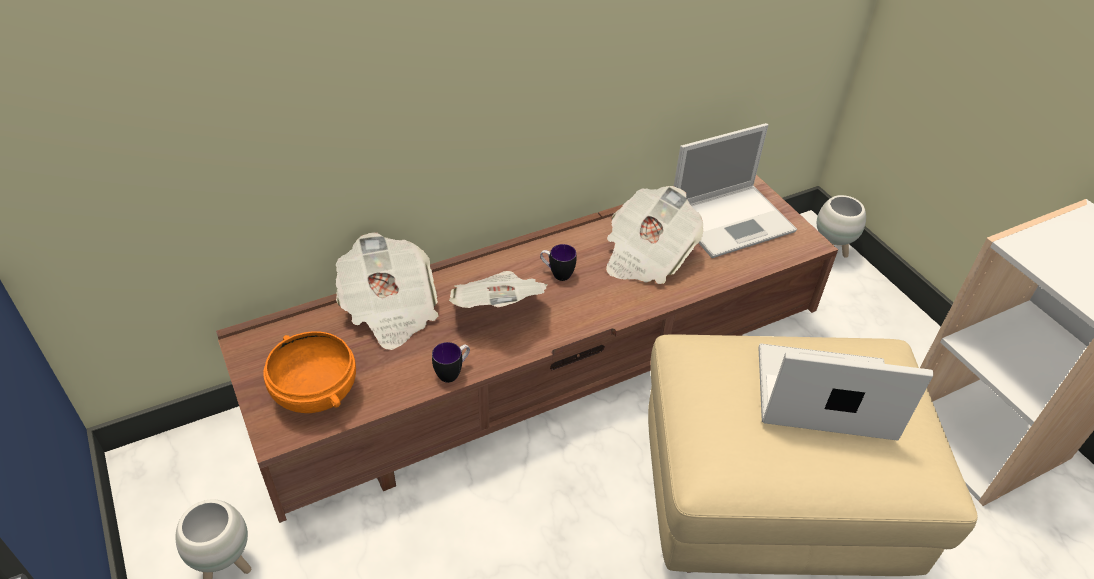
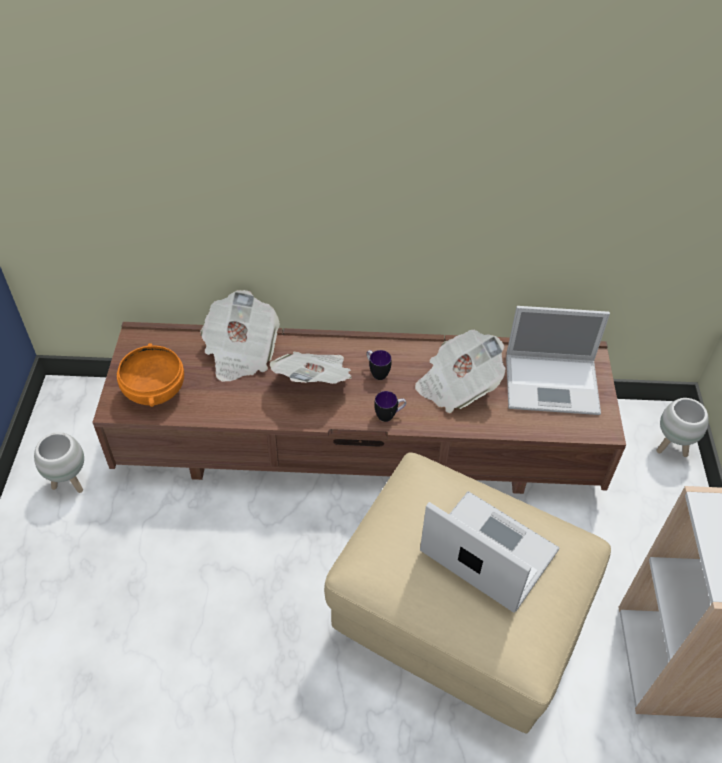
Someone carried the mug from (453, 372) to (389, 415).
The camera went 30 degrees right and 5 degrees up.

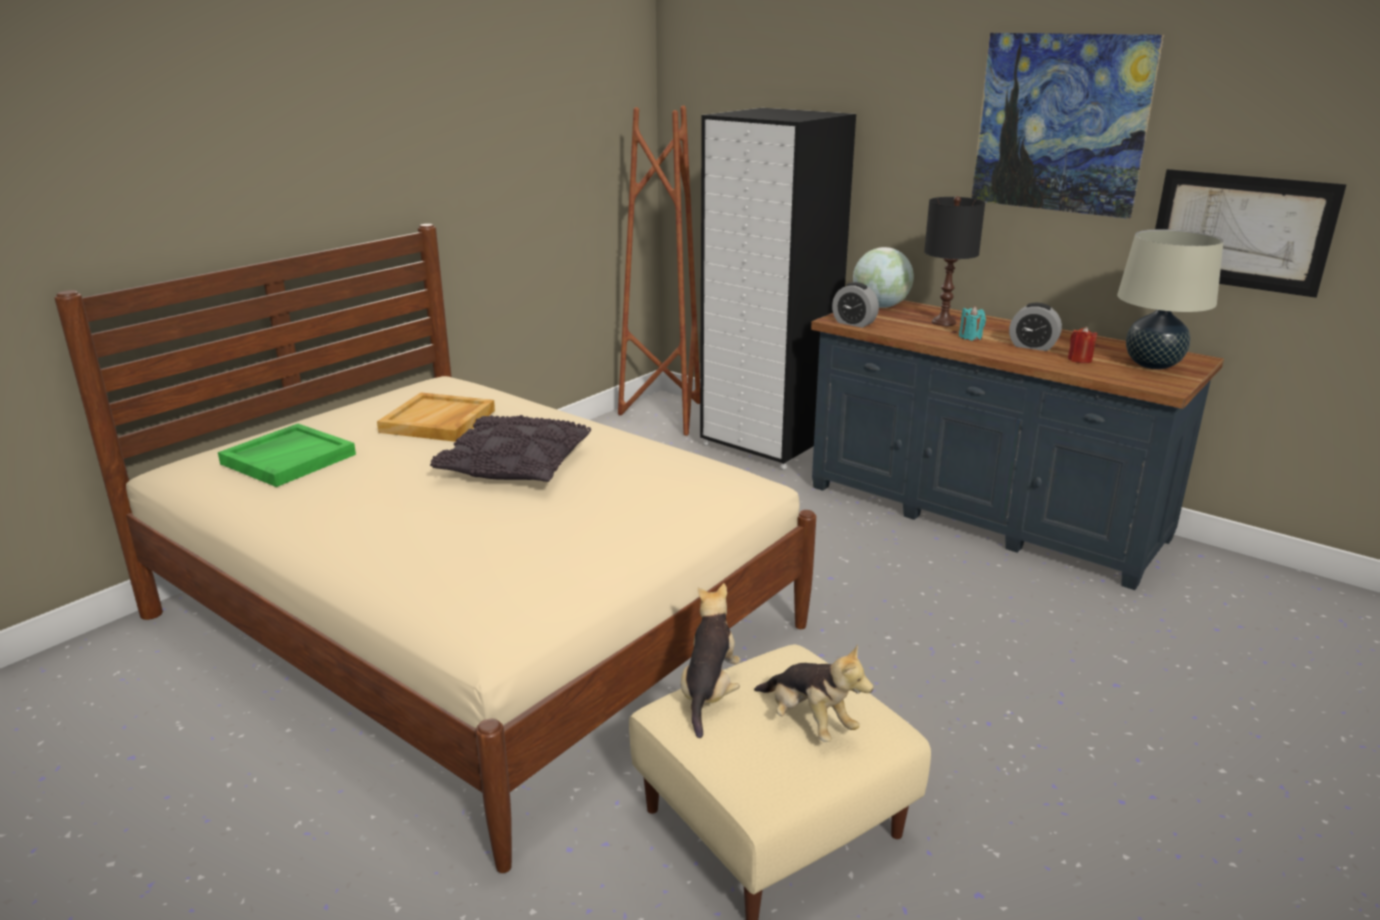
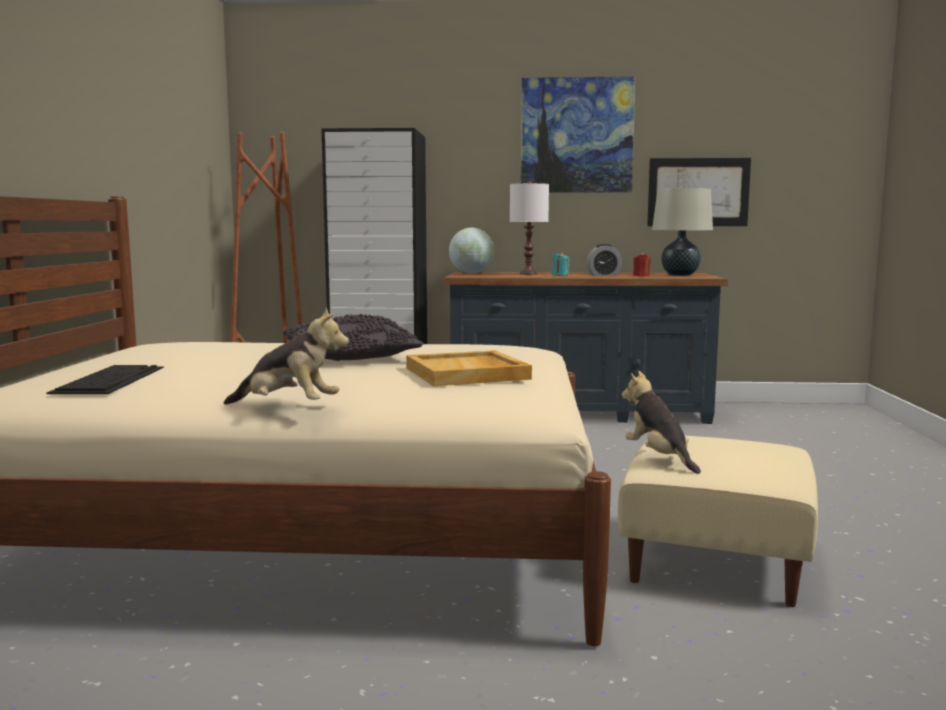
Someone repainted the table lamp (black) at (943, 322), which became the table lamp (white) at (528, 274).
Someone took away the alarm clock at (854, 323).
Someone carried the tray (beige) from (438, 421) to (468, 373).
Someone swapped the tray (green) at (289, 458) for the keyboard at (110, 379).
Someone carried the plush toy from (808, 722) to (288, 407).
The camera went 35 degrees left and 15 degrees down.

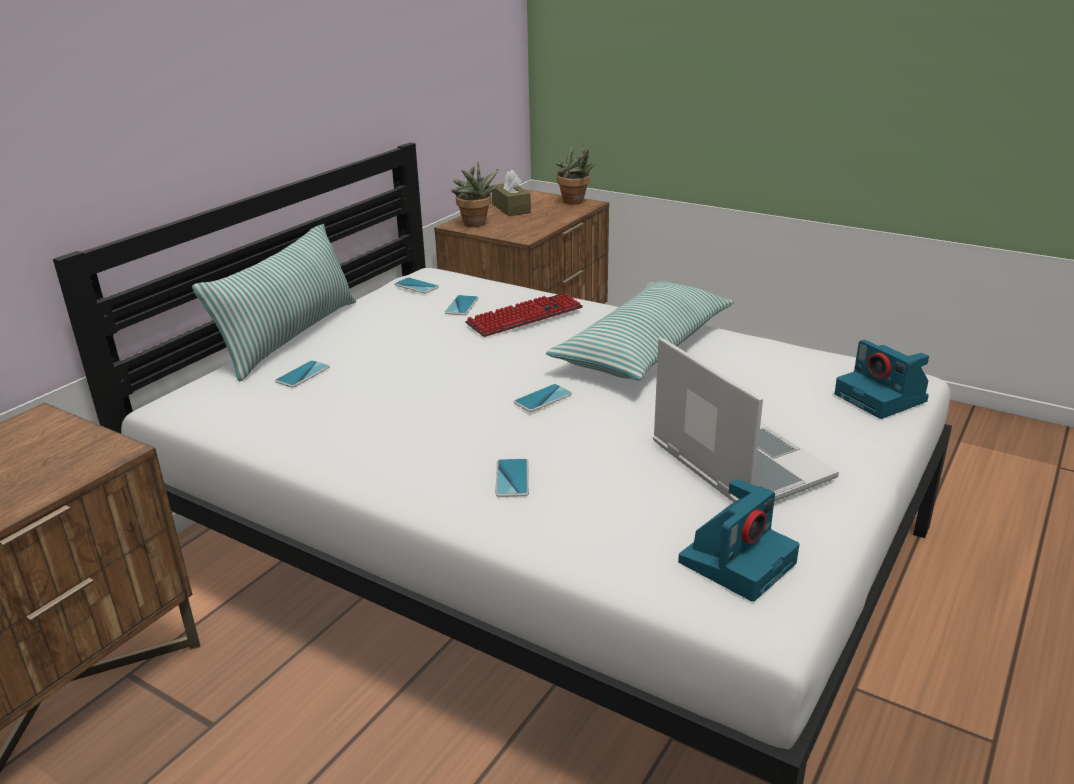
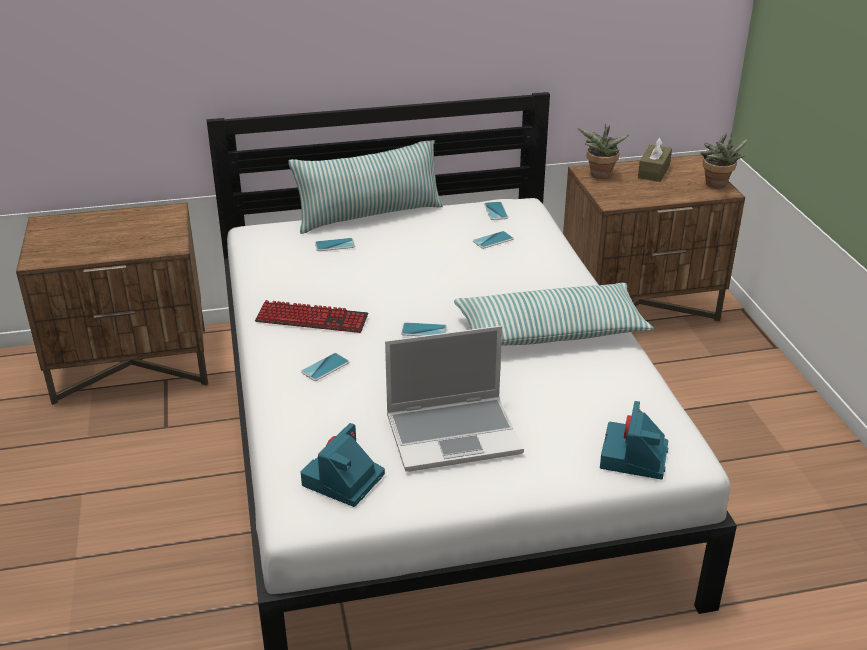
Someone carried the keyboard from (525, 317) to (312, 319).
Someone rotated the laptop at (737, 461) by 60 degrees clockwise.
Someone rotated the photo camera at (737, 561) by 120 degrees clockwise.
The camera went 45 degrees right and 5 degrees up.

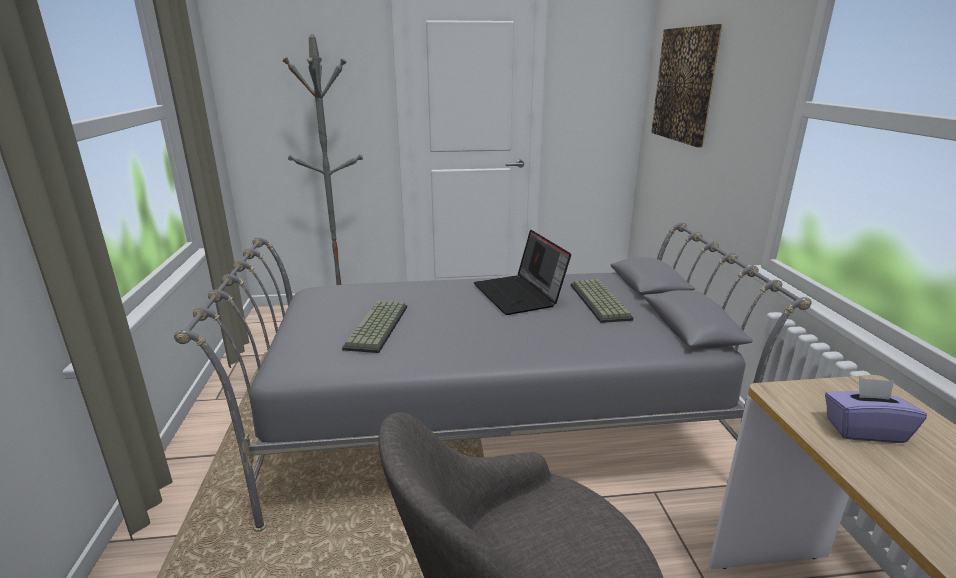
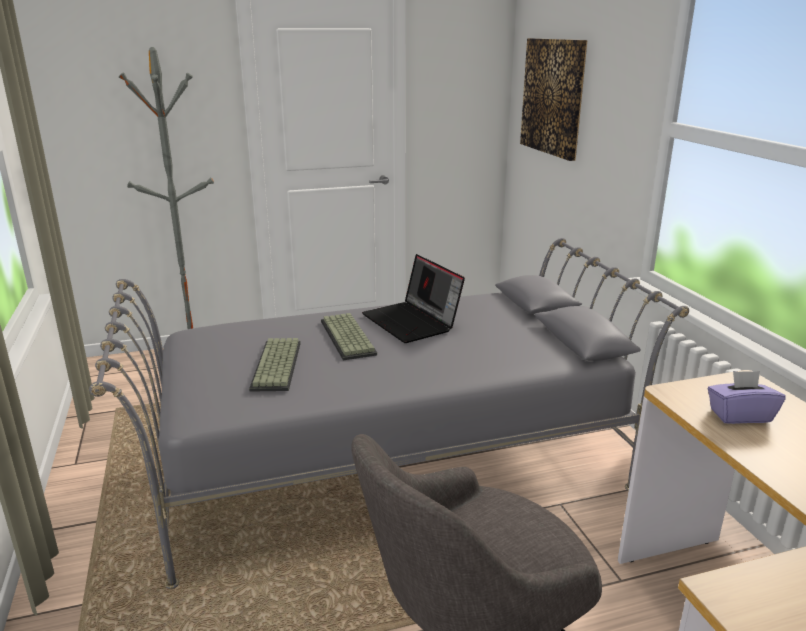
Someone carried the keyboard from (601, 302) to (349, 337).
The camera went 10 degrees left and 0 degrees up.

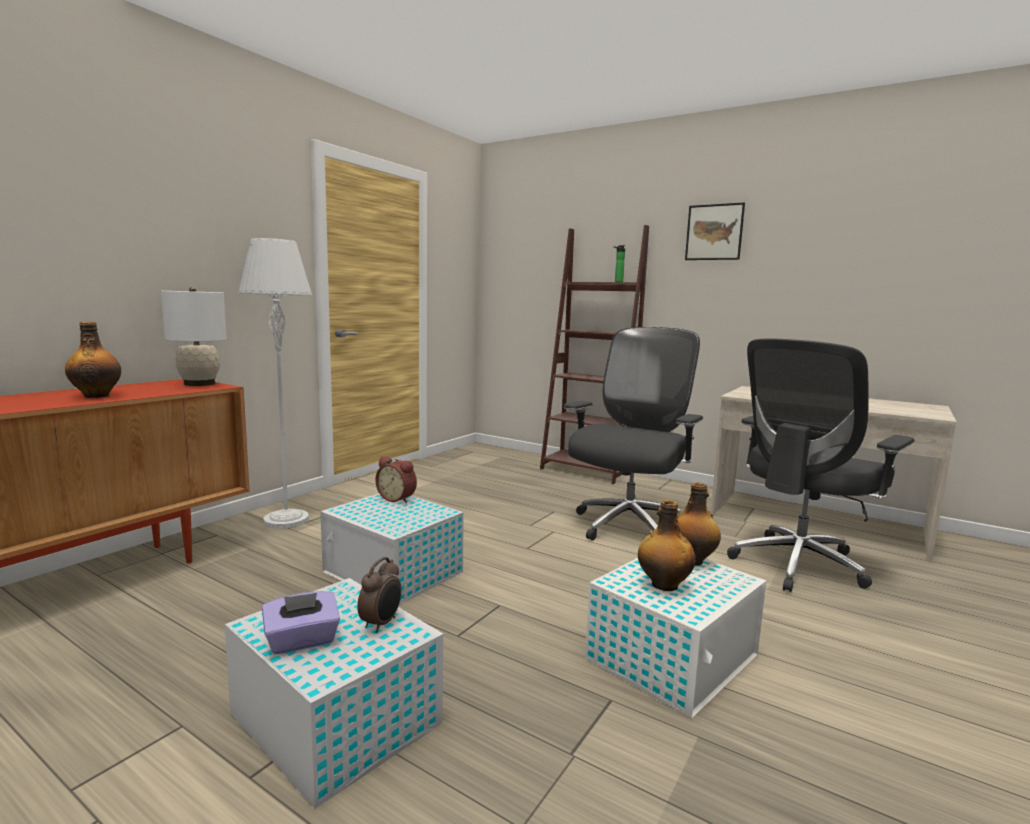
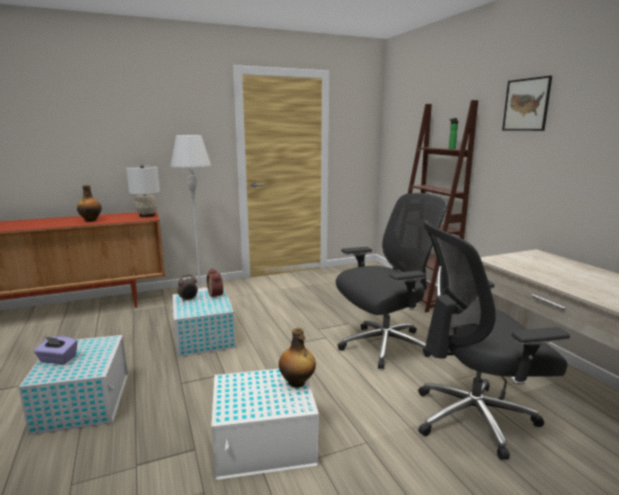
Someone took away the bottle at (663, 585).
Someone carried the alarm clock from (381, 623) to (188, 300).
The camera went 35 degrees right and 5 degrees up.

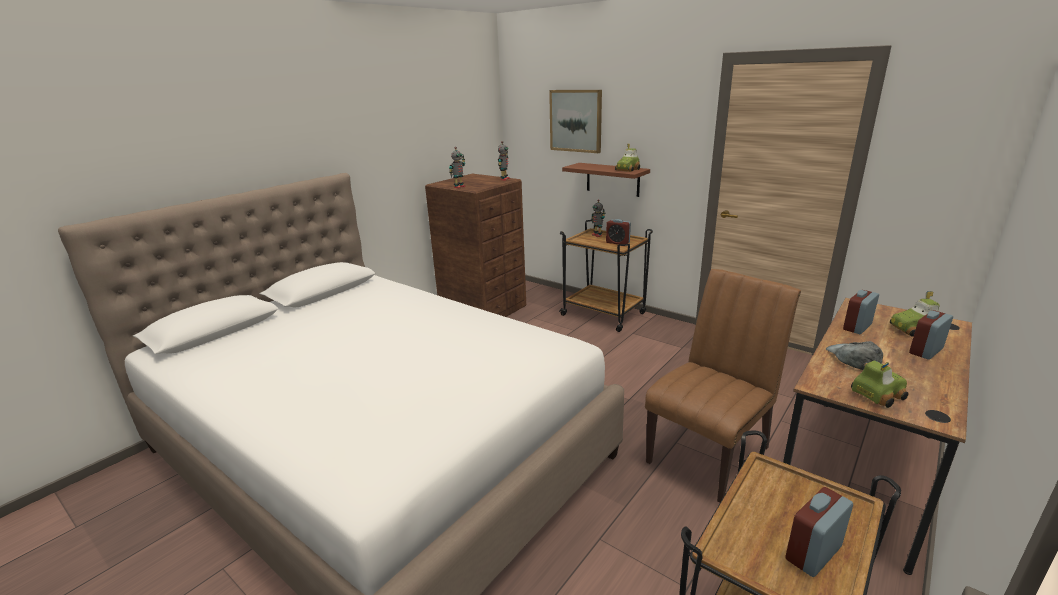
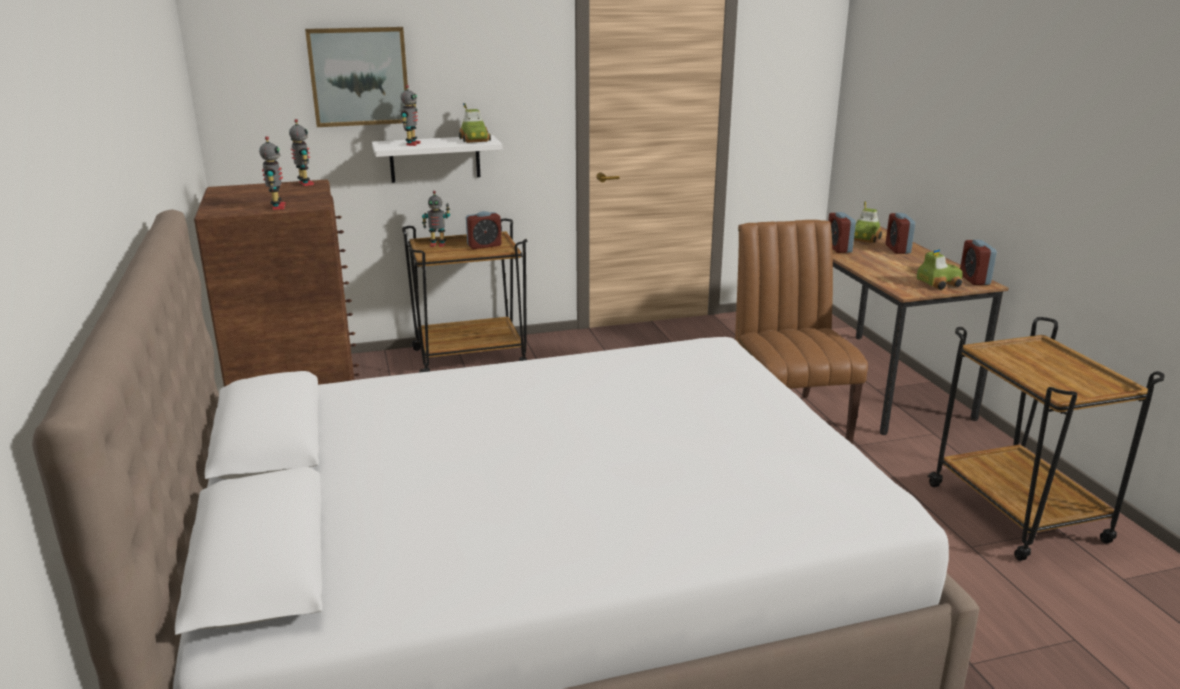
Someone repainted the shelf (brown) at (612, 179), which became the shelf (white) at (435, 159).
Someone took away the cap (grey) at (853, 358).
Someone rotated the toy car at (876, 395) by 60 degrees clockwise.
Someone carried the alarm clock from (813, 553) to (974, 279).
Someone put down the toy robot at (412, 144).
The camera went 55 degrees left and 0 degrees up.

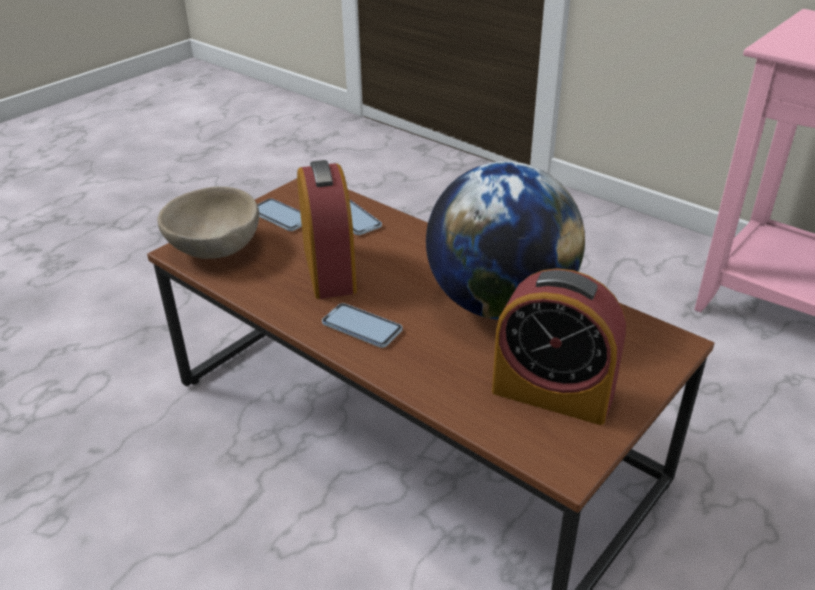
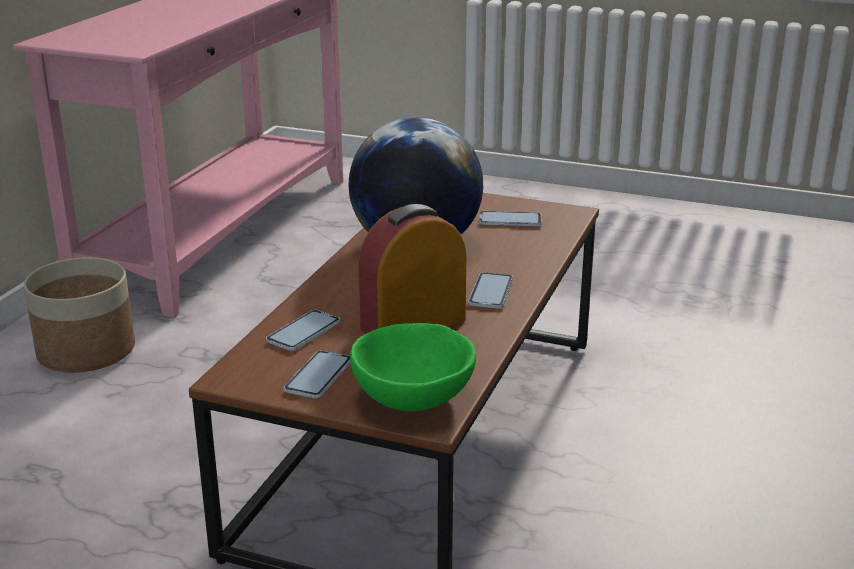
Someone repainted the bowl (beige) at (214, 248), which became the bowl (green) at (413, 399).
Someone swapped the alarm clock at (552, 393) for the phone at (510, 220).
Someone put down the planter at (86, 351).
The camera went 110 degrees left and 10 degrees down.

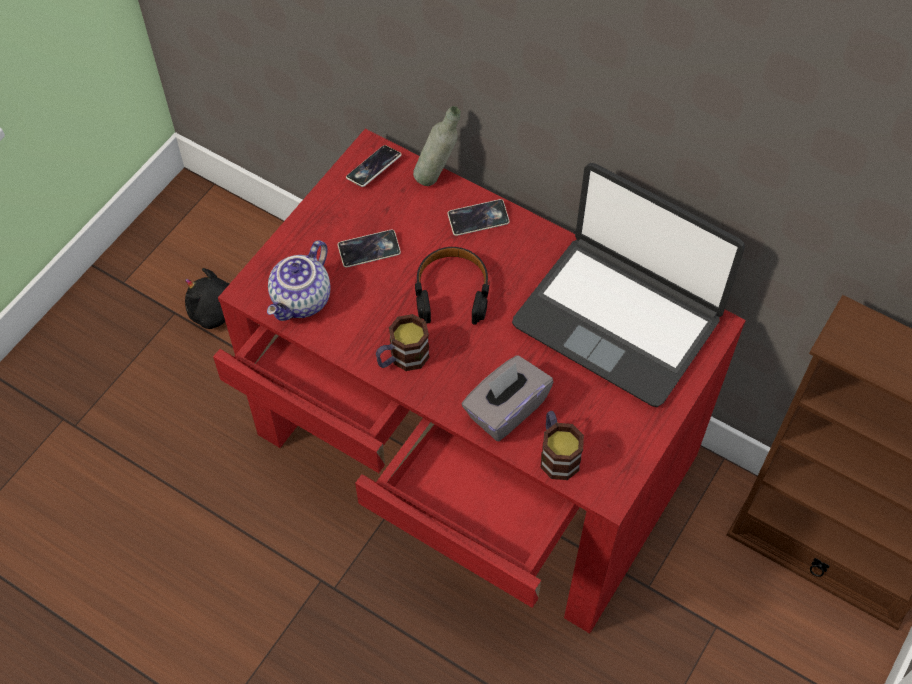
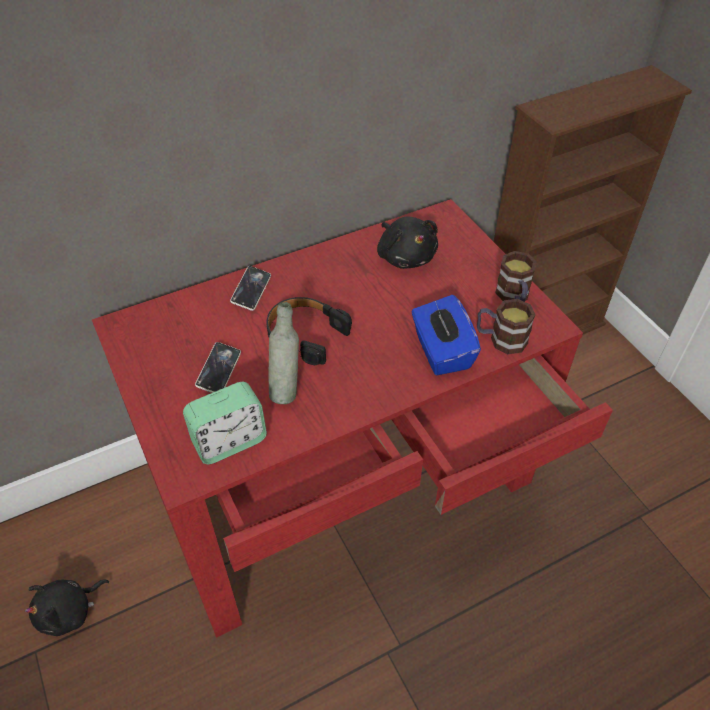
Someone carried the bottle (grey) from (437, 177) to (286, 389).
Someone took away the phone at (374, 168).
Someone swapped the laptop at (618, 320) for the plush toy (black) at (405, 256).
Someone swapped the teapot at (302, 301) for the alarm clock at (229, 441).
Someone carried the mug from (402, 358) to (514, 297).
Someone repainted the tissue box (grey) at (505, 409), which became the tissue box (blue) at (441, 351).
The camera went 60 degrees left and 10 degrees down.

